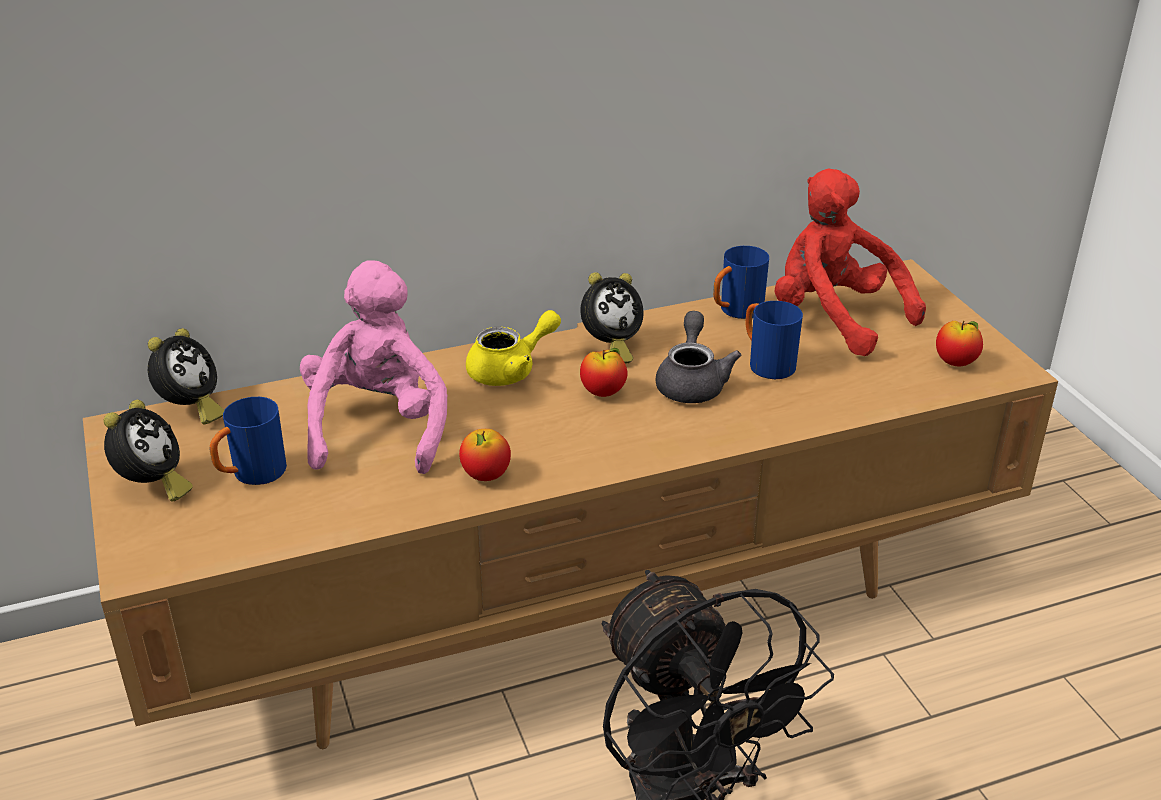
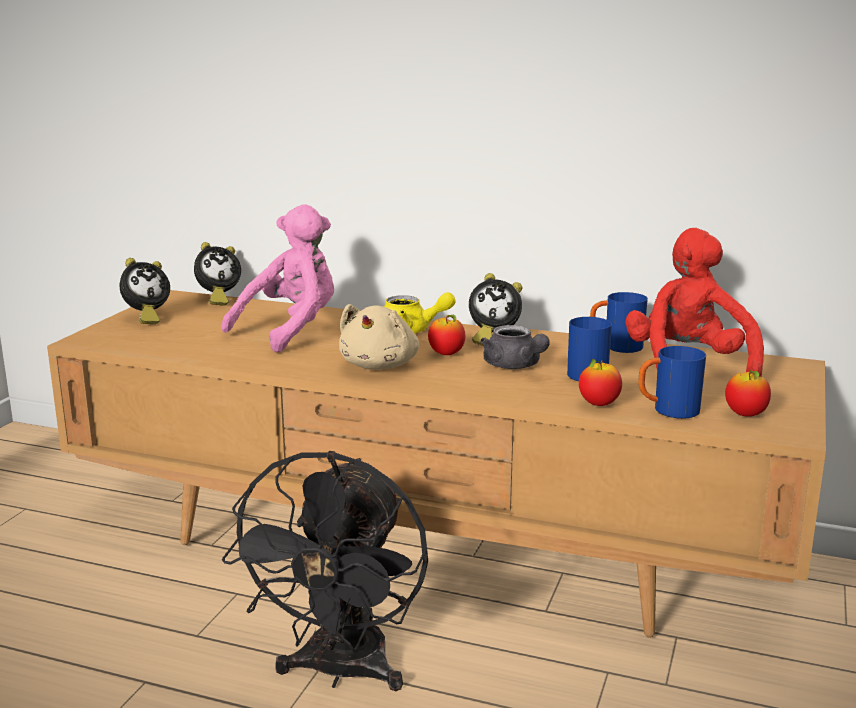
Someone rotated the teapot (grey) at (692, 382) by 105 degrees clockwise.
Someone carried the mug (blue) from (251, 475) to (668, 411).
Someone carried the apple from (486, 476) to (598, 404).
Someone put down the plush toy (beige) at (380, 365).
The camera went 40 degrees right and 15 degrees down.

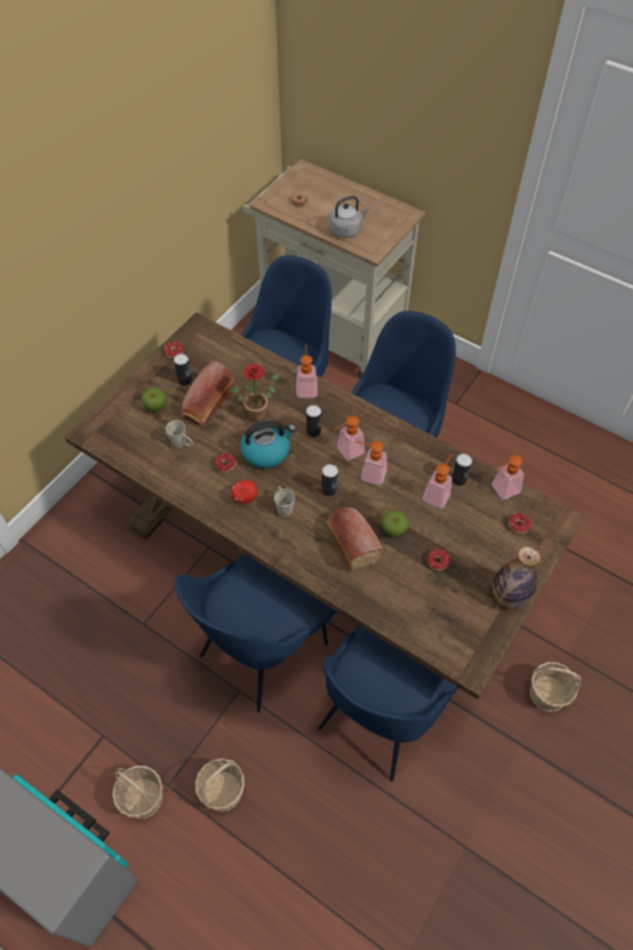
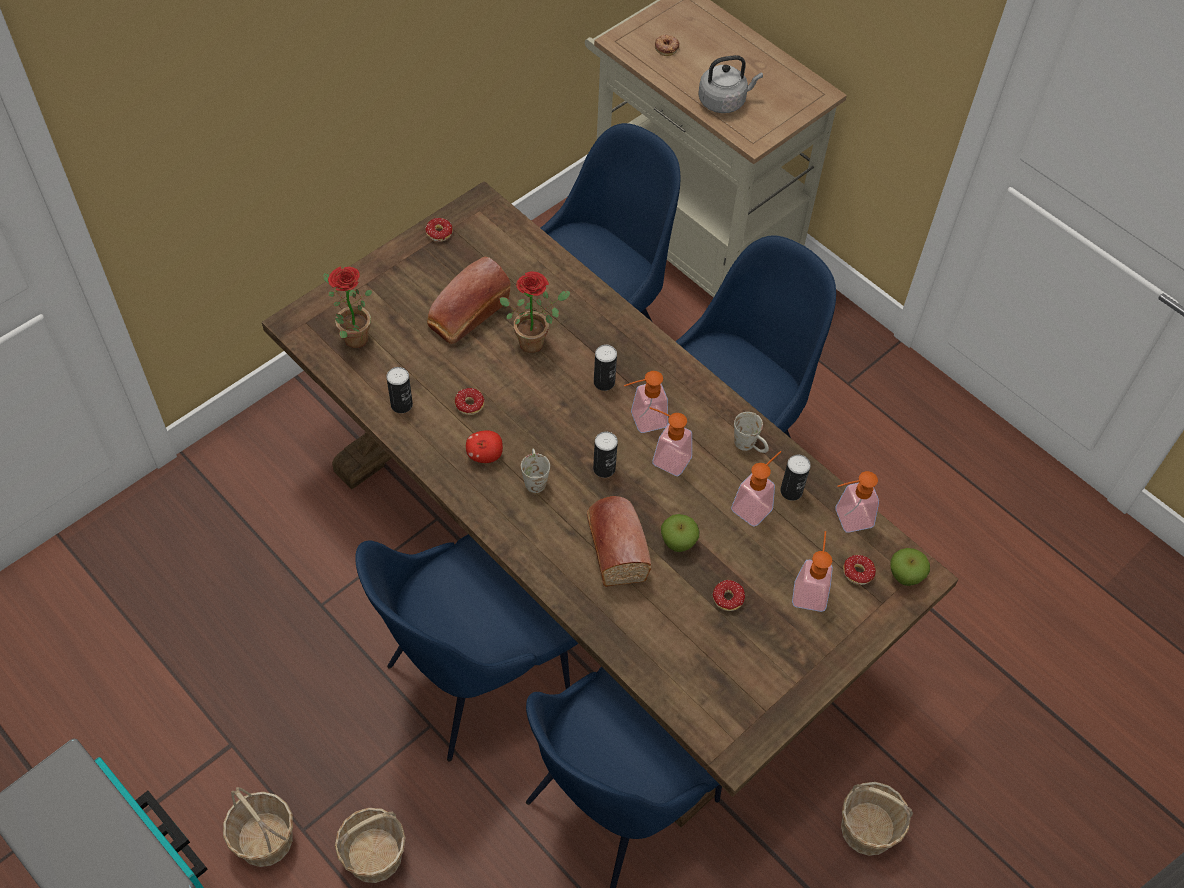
Someone carried the soap dispenser from (306, 387) to (810, 589).
Someone carried the can from (185, 380) to (401, 404).
Someone carried the apple from (156, 407) to (905, 576).
Someone carried the mug (white) from (182, 443) to (750, 446).
Someone took away the kettle at (266, 451).
Someone took away the bottle at (509, 596).
Someone put down the potted plant at (351, 336).
The camera went 10 degrees right and 0 degrees up.

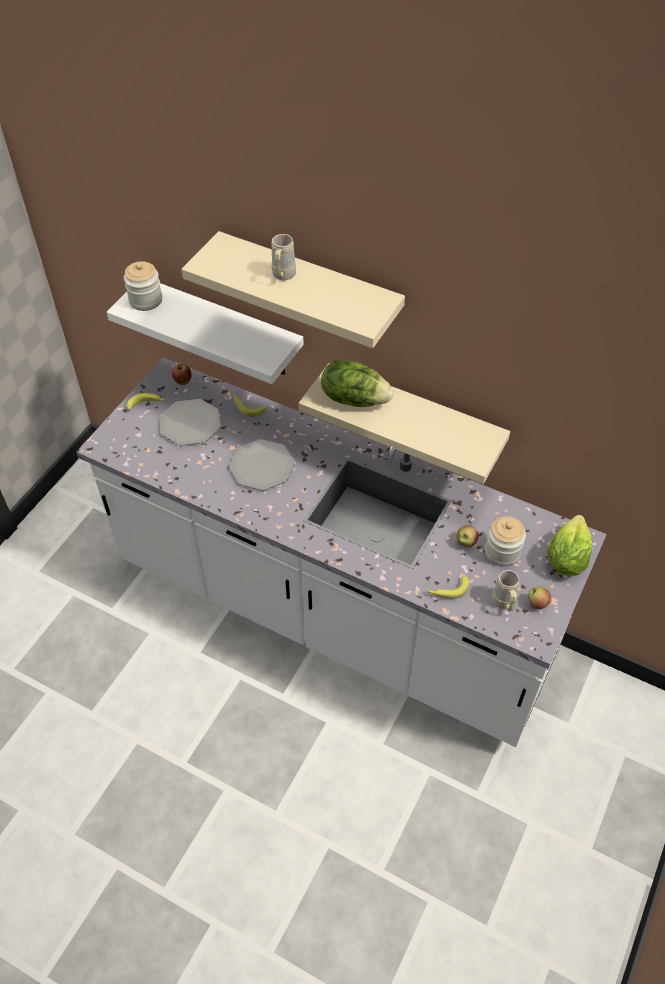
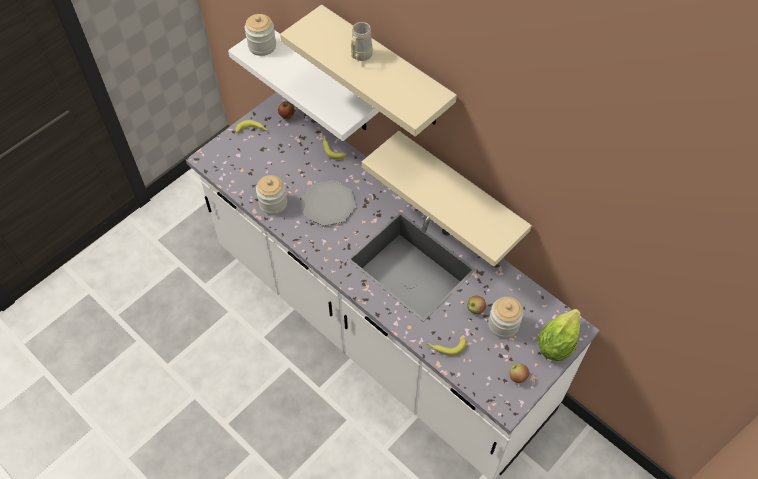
Someone took away the lettuce at (354, 398).
Someone took away the plate at (190, 424).
Someone took away the mug (beige) at (504, 604).
Someone put down the jar at (273, 203).
The camera went 15 degrees right and 5 degrees up.

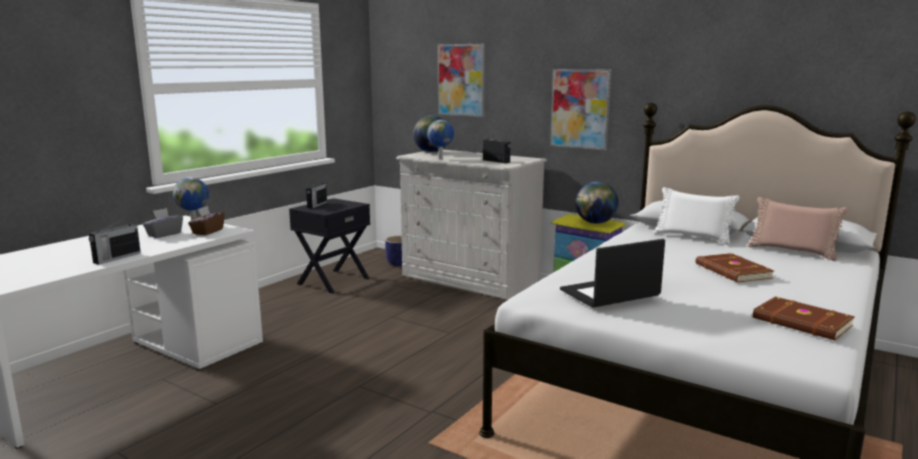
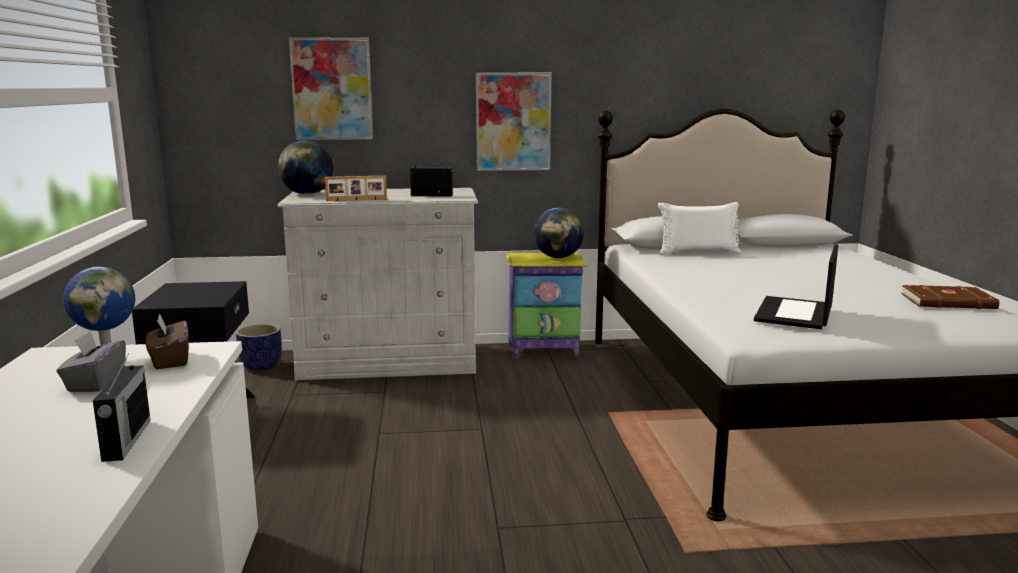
Someone swapped the globe at (441, 159) for the picture frame at (356, 200).
Someone took away the radio at (316, 205).
Someone took away the pillow (beige) at (792, 252).
Someone took away the book (brown) at (732, 271).
The camera went 40 degrees left and 0 degrees up.

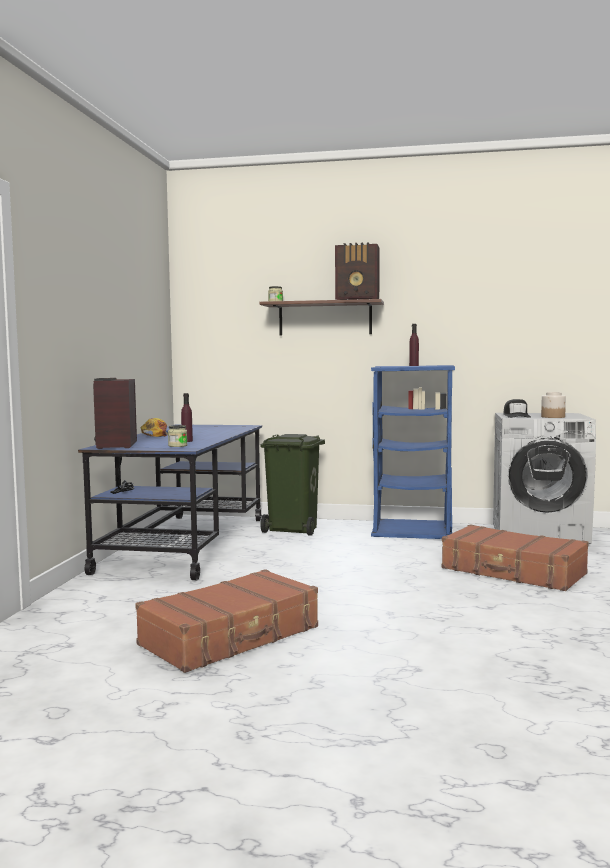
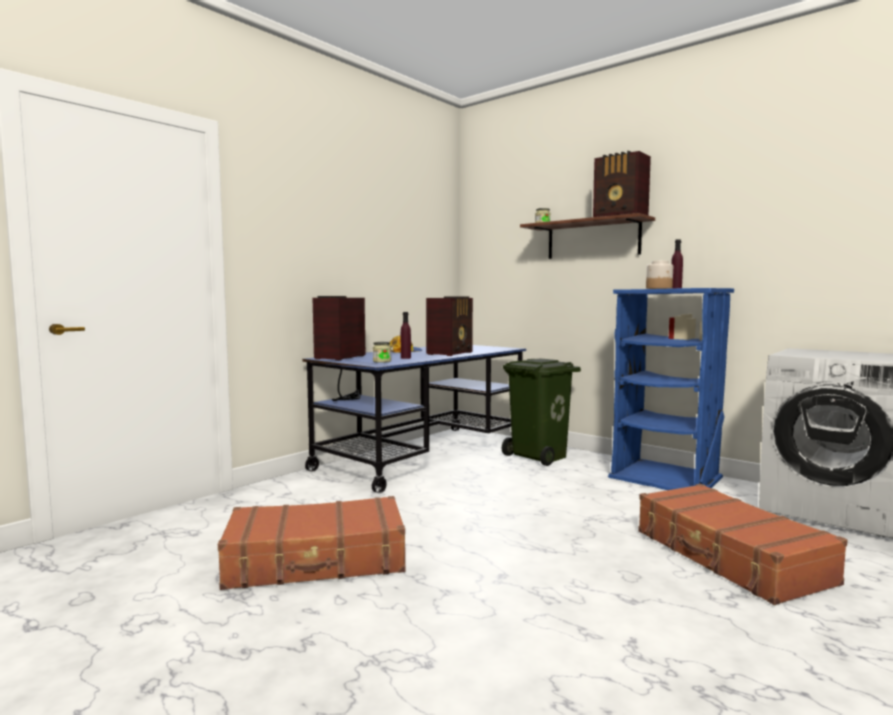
Someone carried the jar from (553, 417) to (659, 288).
Someone took away the cap (black) at (516, 416).
Someone put down the radio at (451, 353).
The camera went 30 degrees right and 0 degrees up.

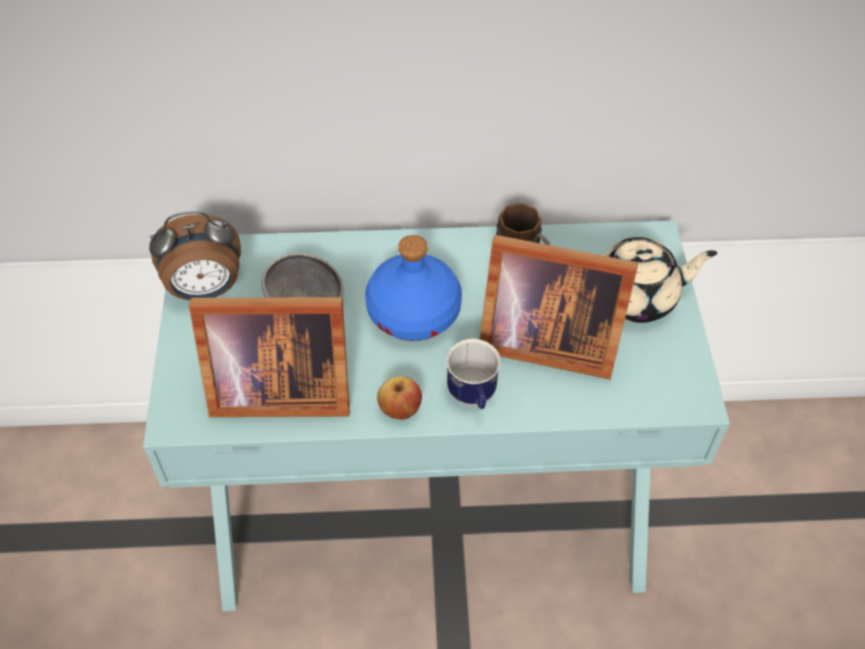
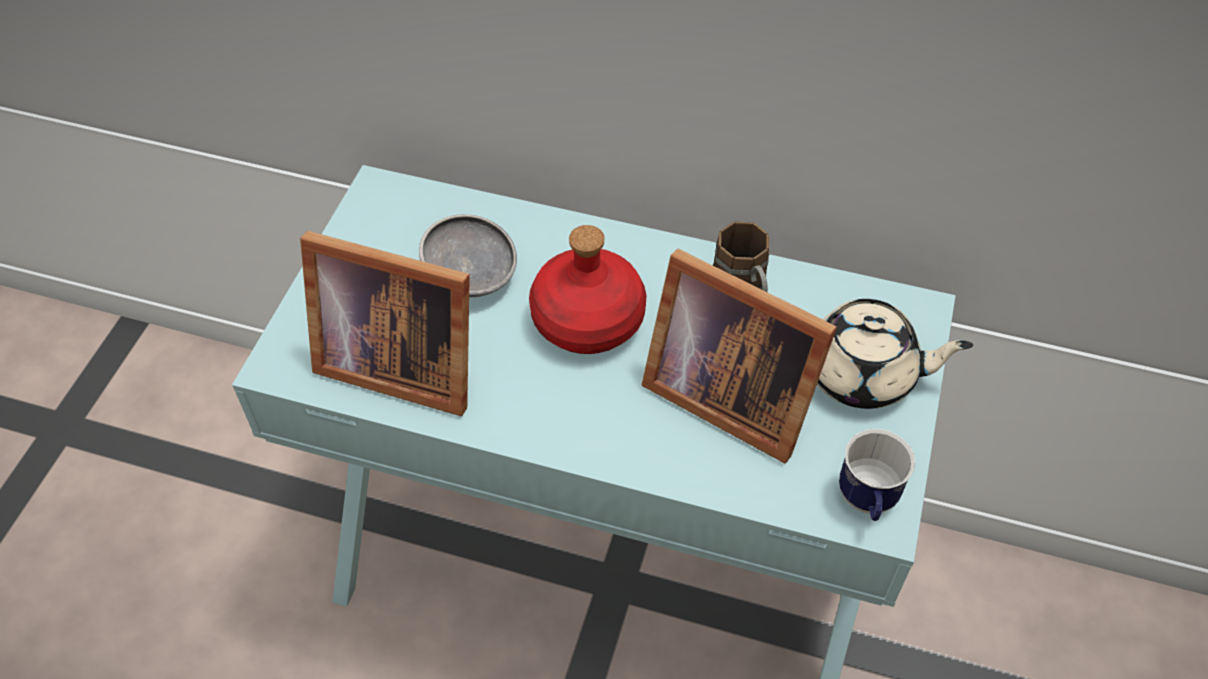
Someone took away the alarm clock at (205, 290).
Someone repainted the bottle (blue) at (414, 313), which became the bottle (red) at (588, 320).
Someone carried the mug from (473, 398) to (867, 502).
Someone took away the apple at (400, 409).
The camera went 20 degrees right and 0 degrees up.

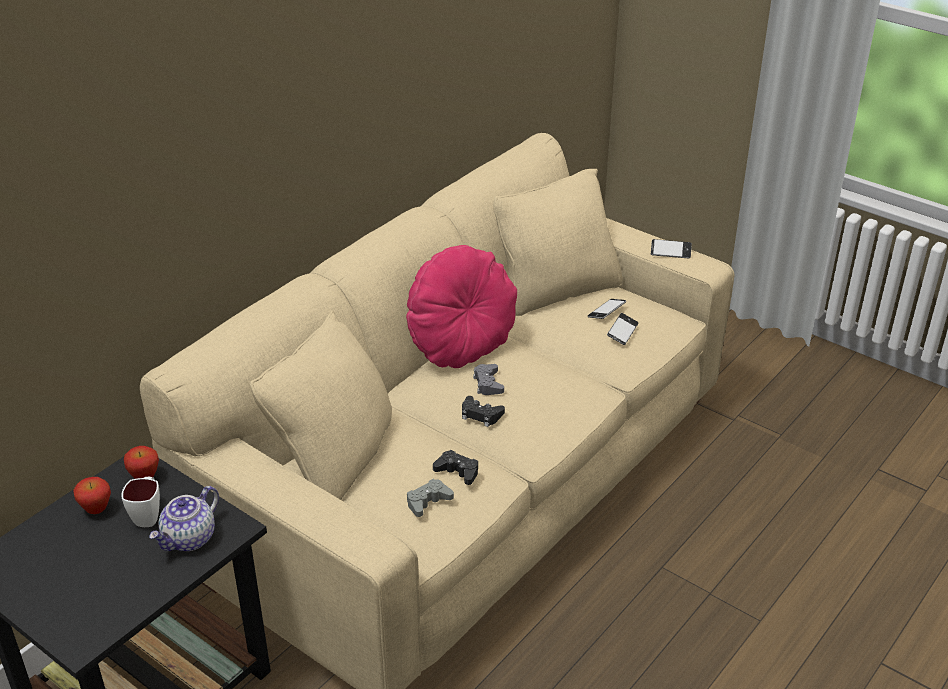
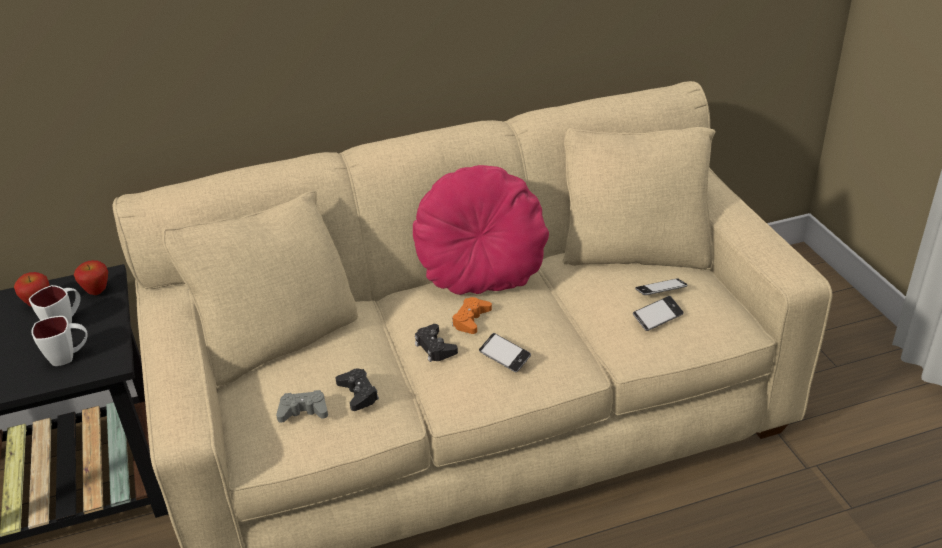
Someone carried the phone from (670, 252) to (504, 356).
Someone repainted the game controller (grey) at (488, 384), which became the game controller (orange) at (471, 320).
Someone swapped the teapot at (189, 539) for the mug (white) at (69, 357).
The camera went 35 degrees right and 0 degrees up.

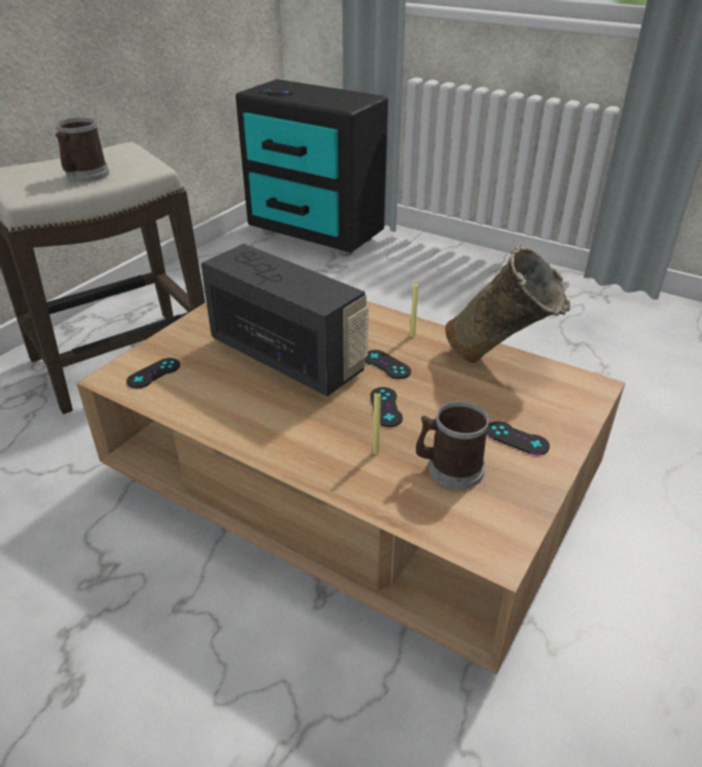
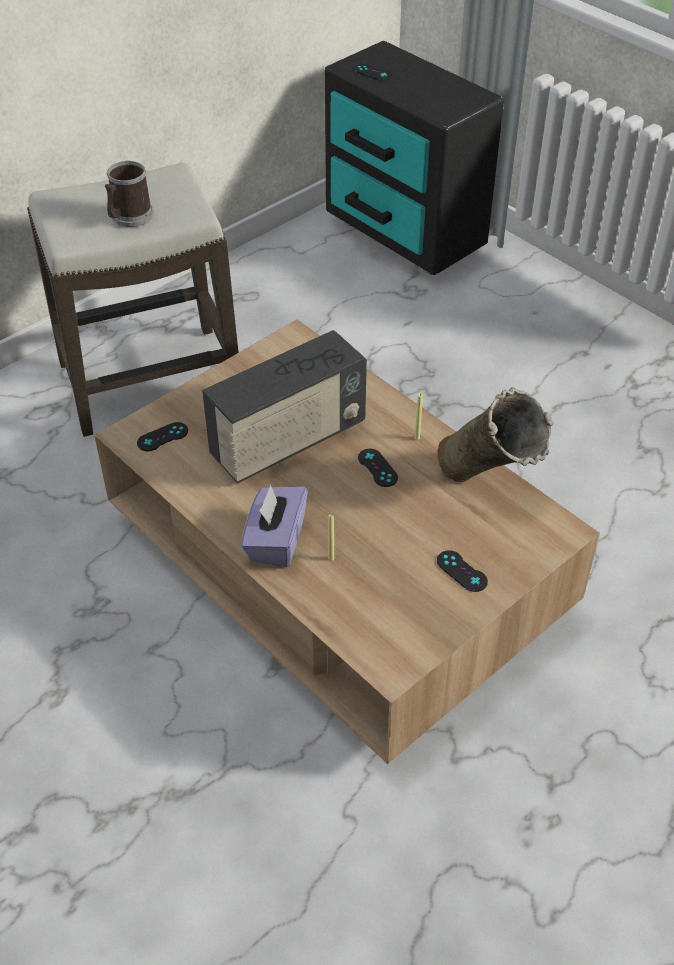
Someone rotated the radio at (288, 357) by 90 degrees clockwise.
Someone took away the game controller (black) at (386, 407).
Someone took away the mug at (449, 469).
Someone put down the tissue box (purple) at (275, 541).
The camera went 15 degrees right and 10 degrees up.

